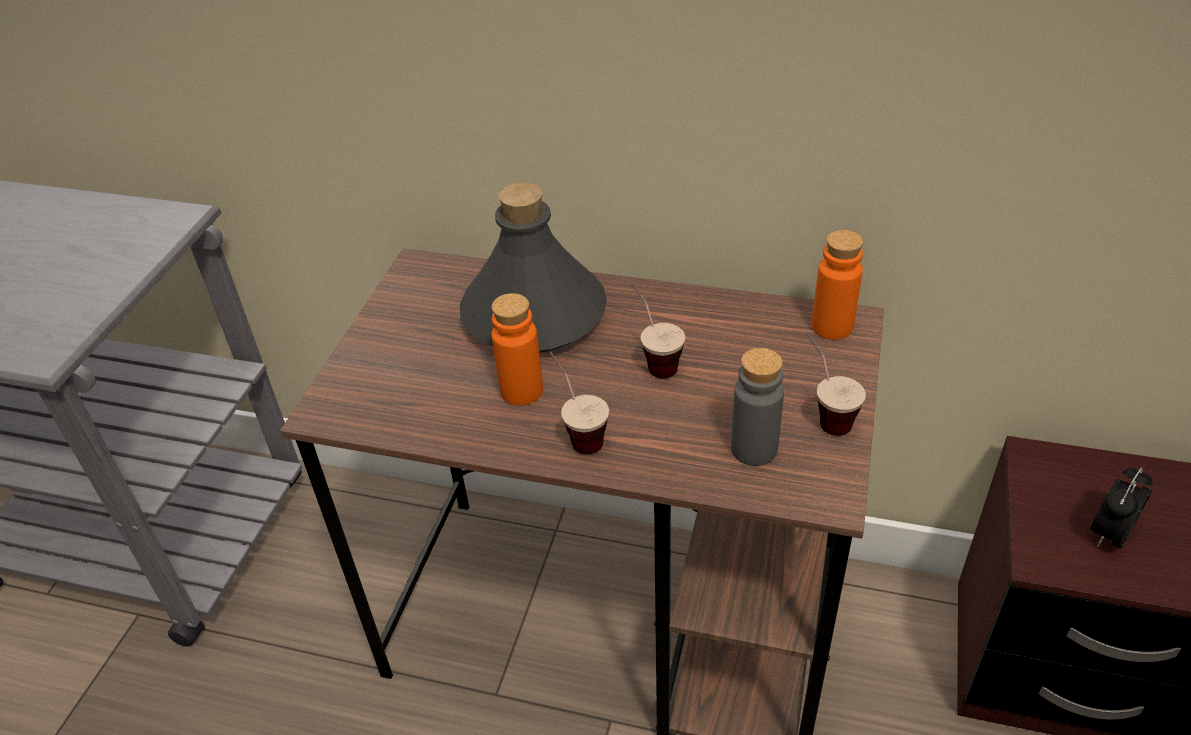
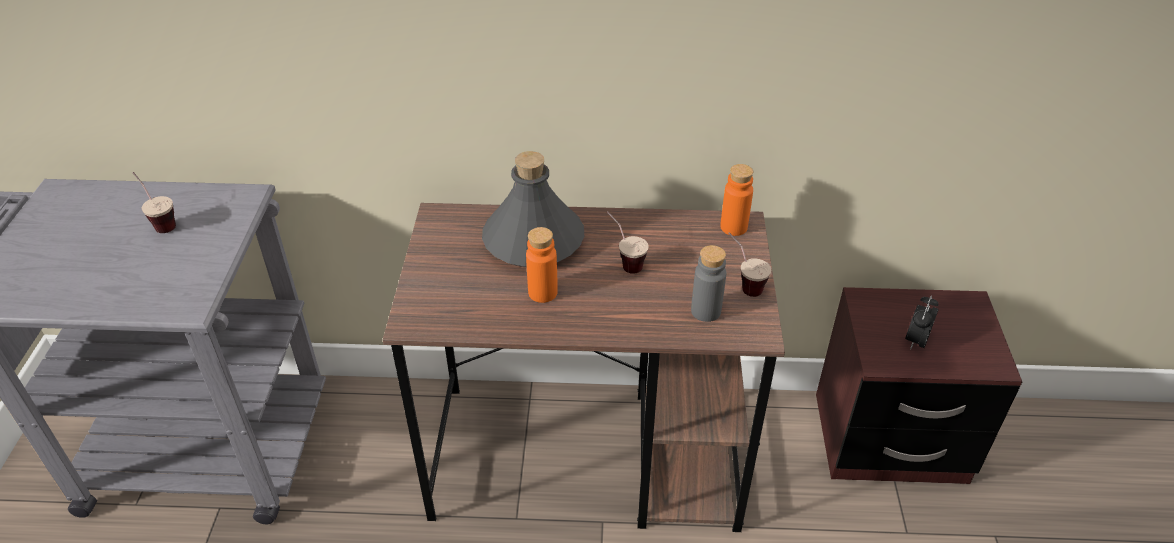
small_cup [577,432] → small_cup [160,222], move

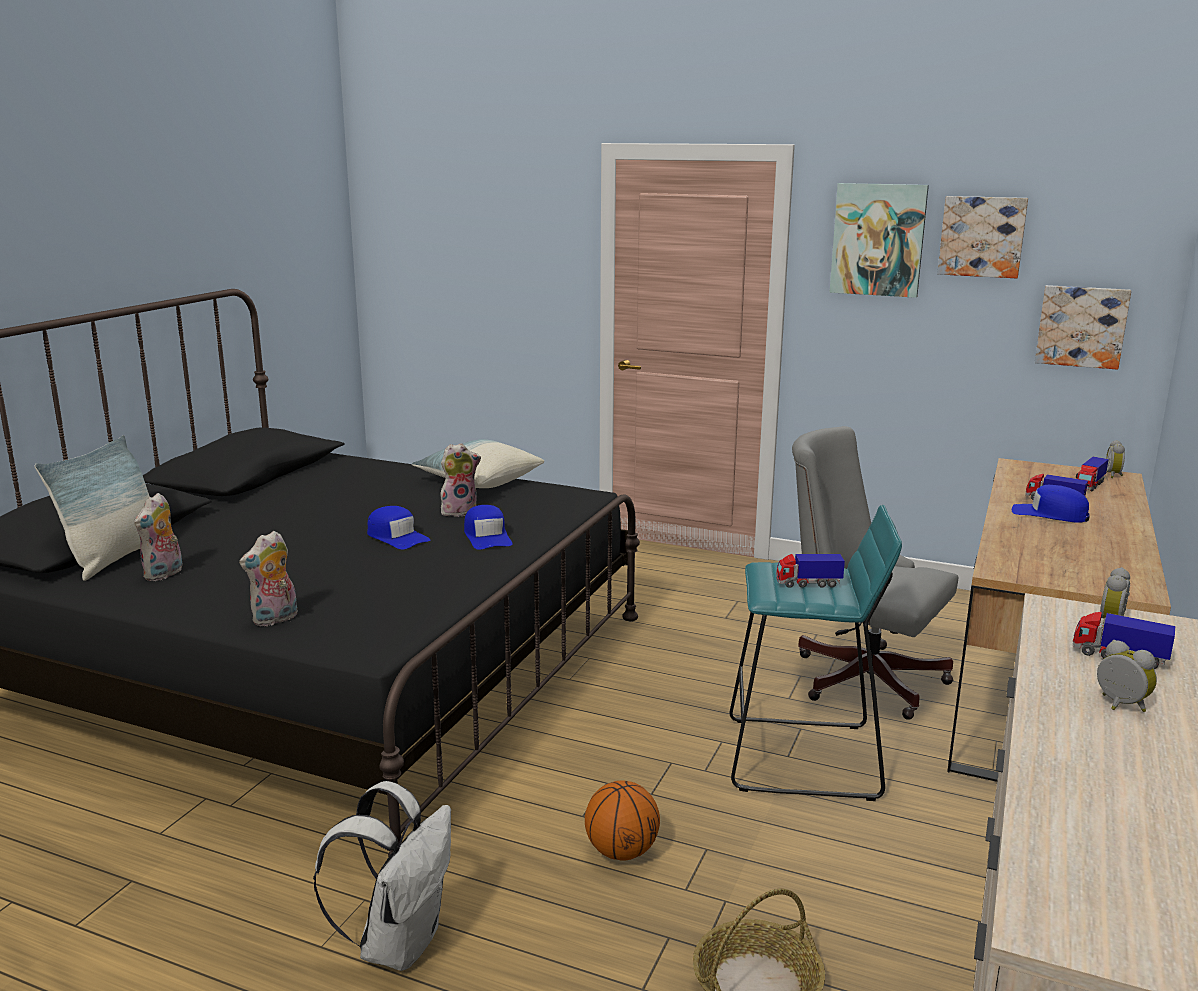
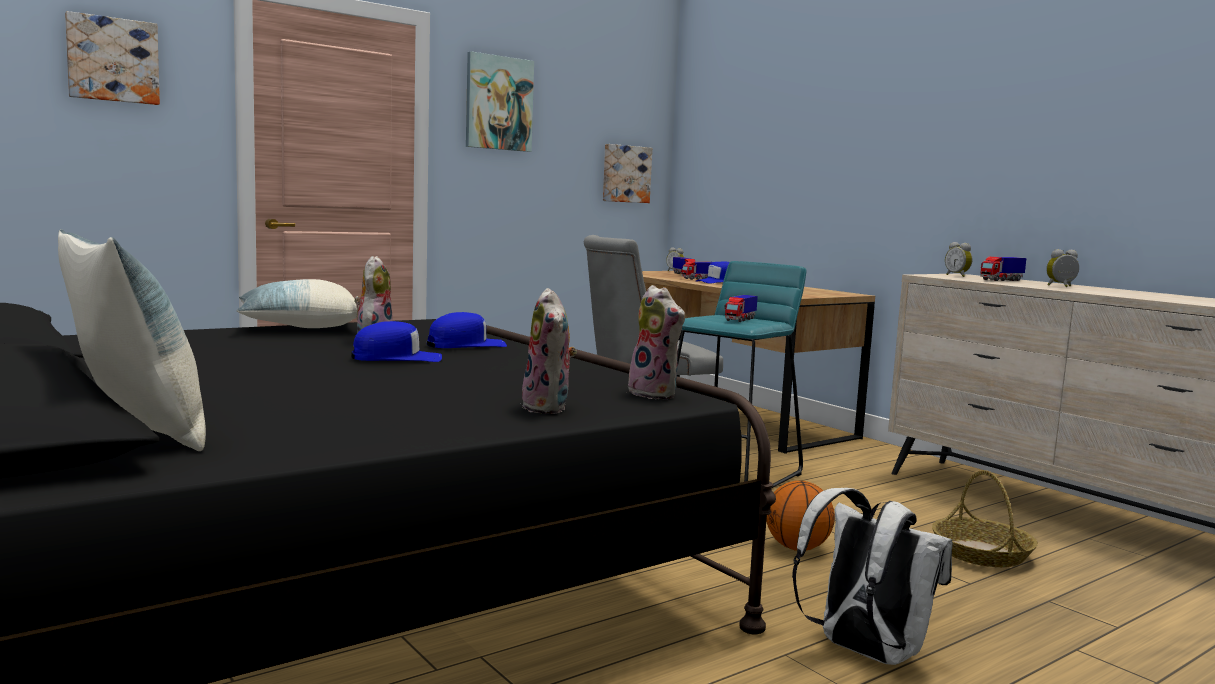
cuddly_toy [164,574] → cuddly_toy [656,394], move
bluish_peaked_cap [487,536] → bluish_peaked_cap [466,345], 45 degrees counterclockwise
wall_art [982,236] → wall_art [112,60], move

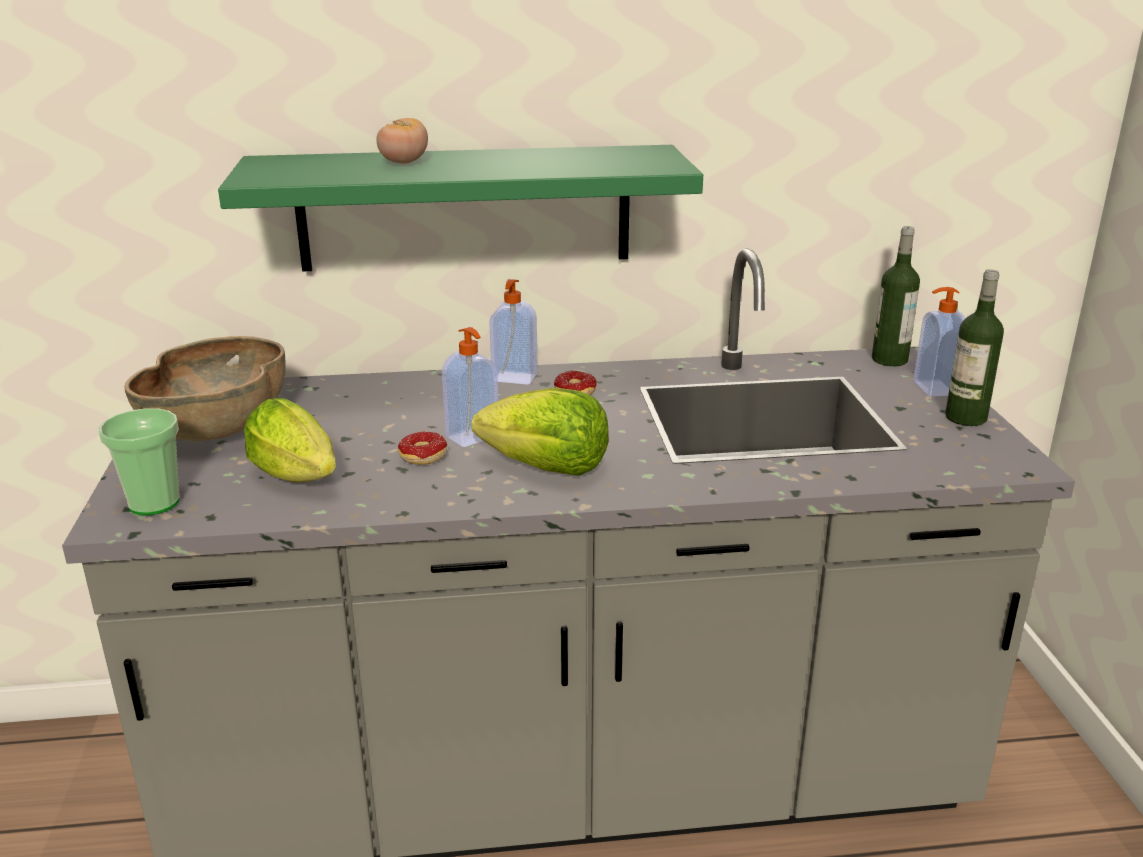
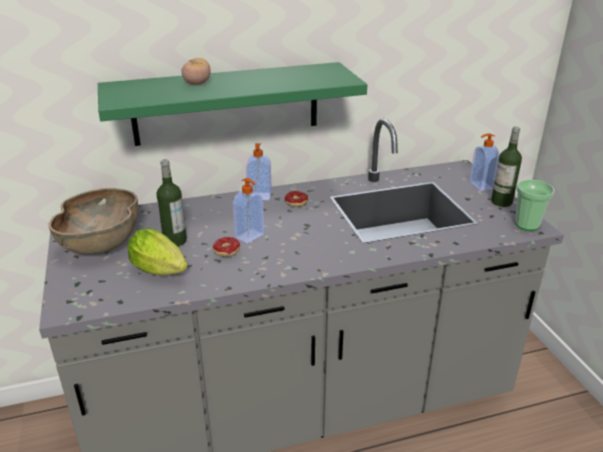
small_cup [154,503] → small_cup [527,224], move
lettuce [546,468] → -
bottle [889,360] → bottle [175,241], move

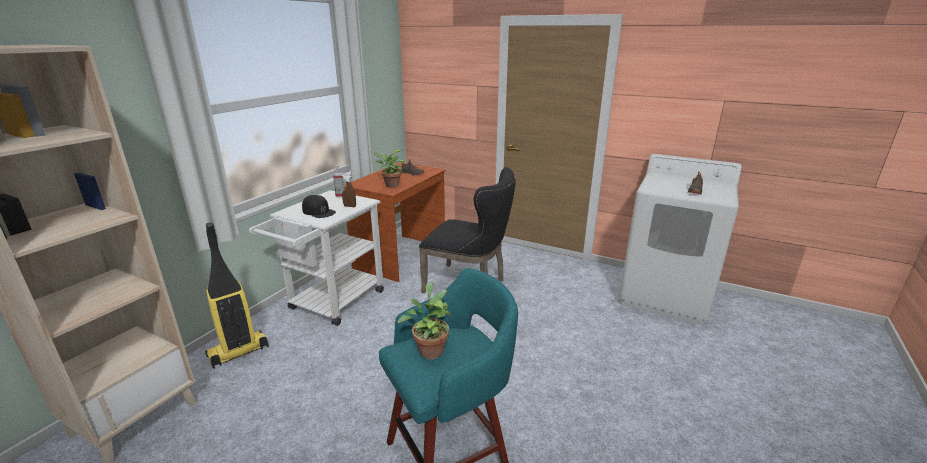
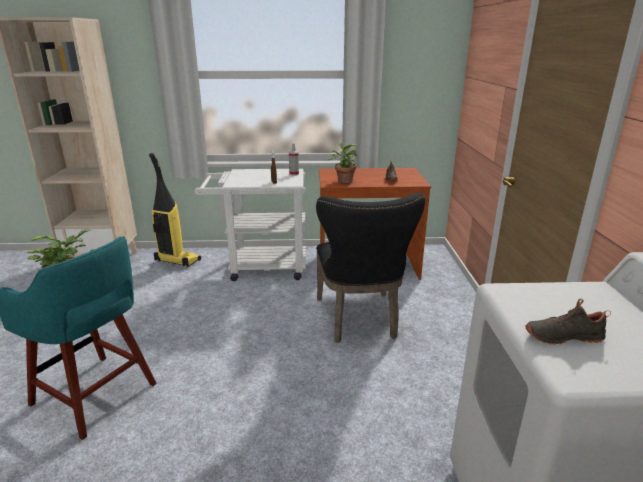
blackish_peaked_cap [318,211] → -

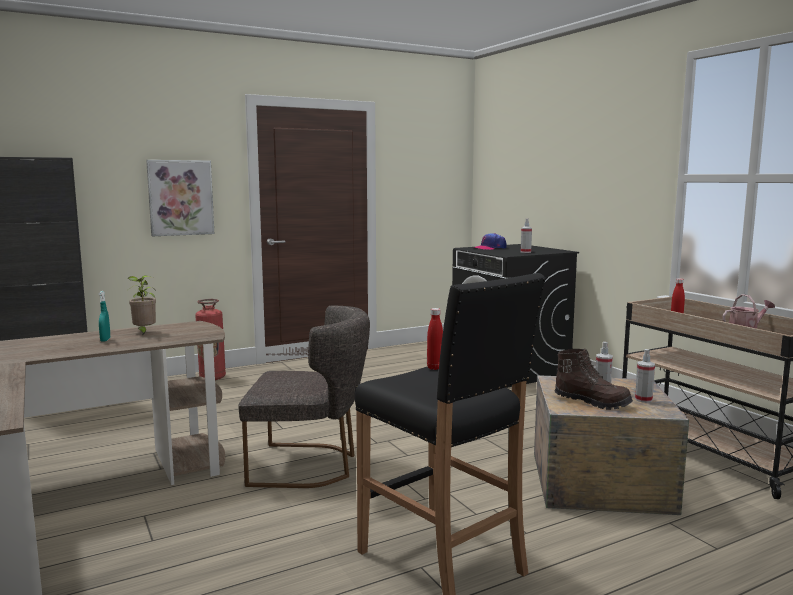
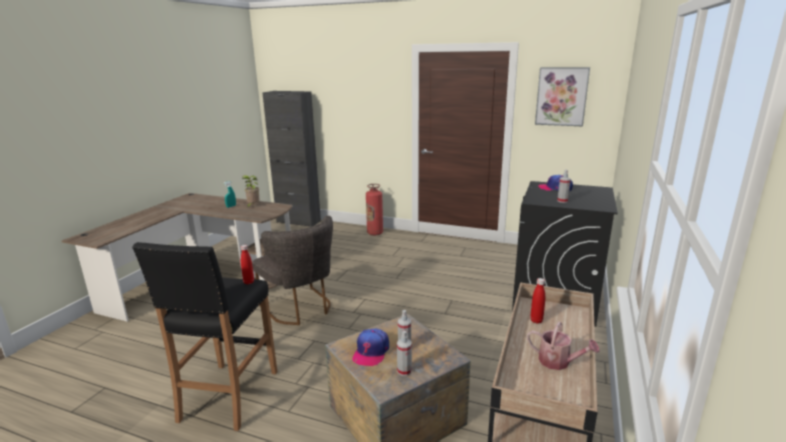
wall_art [180,197] → wall_art [561,96], move
brownish_tall_boot [592,402] → peaked_cap [371,352]

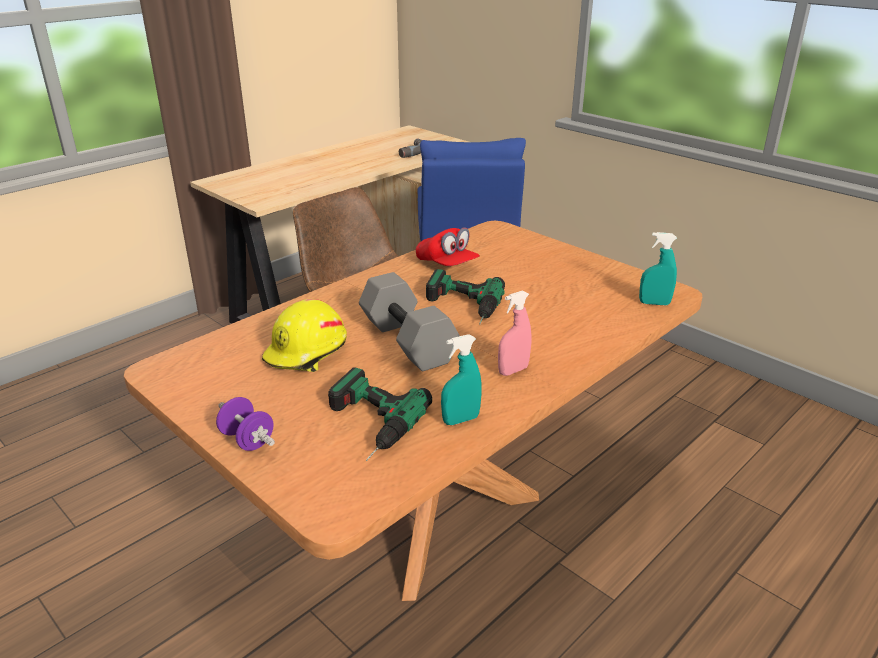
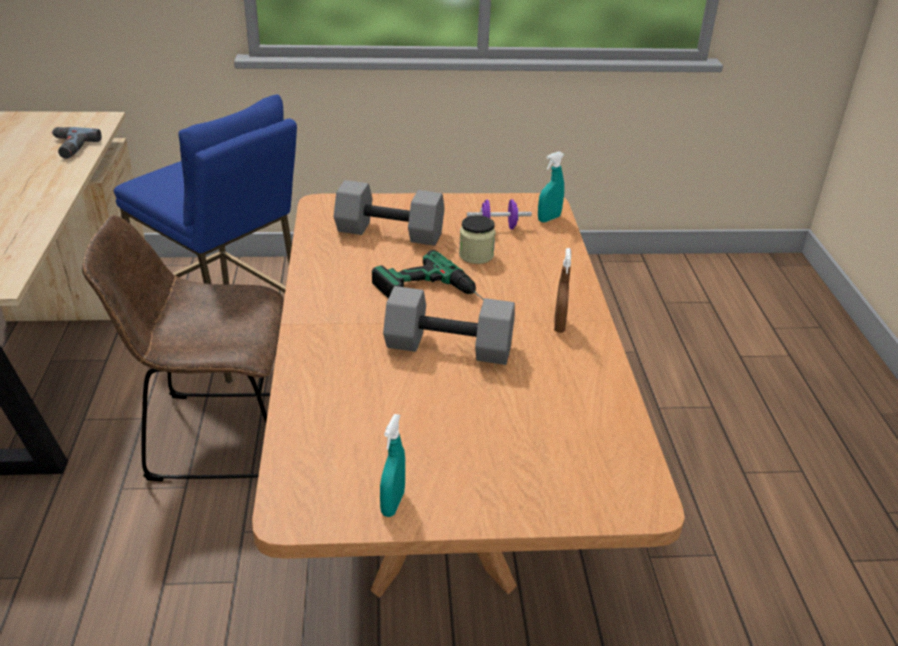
purple-coloured_free_weight [247,440] → purple-coloured_free_weight [498,227], move
yellowish_hard_hat [307,352] → -
drill [366,425] → -
red_peaked_cap [447,265] → -
turquoise_sprayer [460,420] → turquoise_sprayer [393,503], move
pink-coloured_sprayer [513,370] → brownish_sprayer [559,325]
- → grey_free_weight [391,232]
- → preserve_jar [476,255]

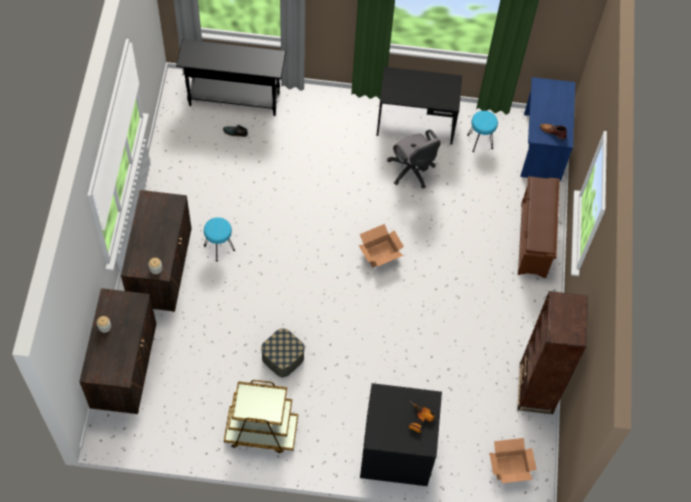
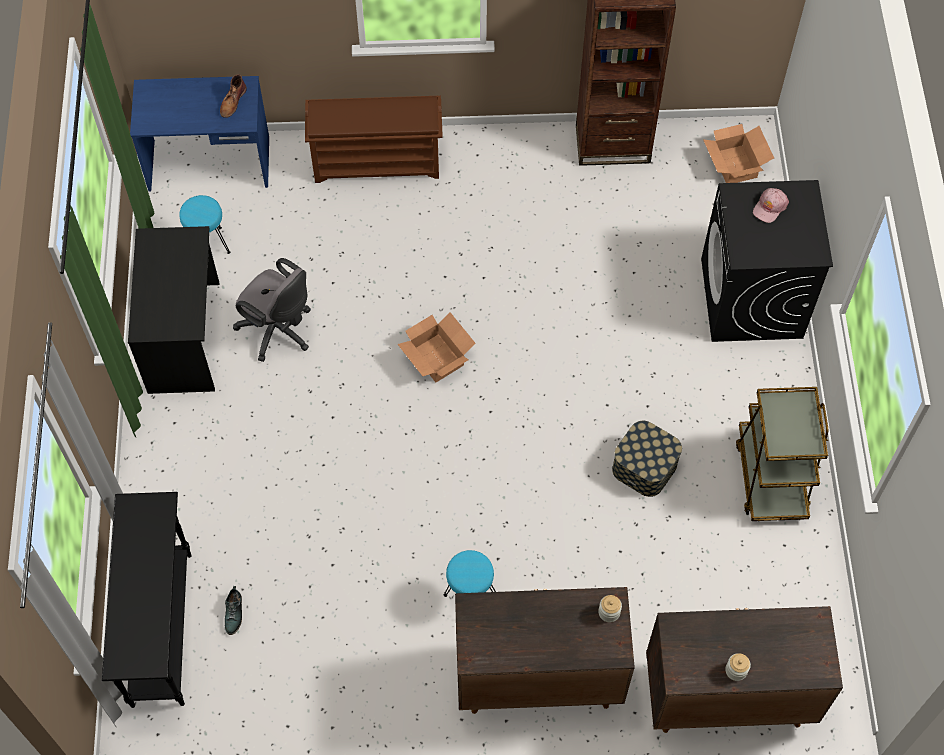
grey_desk_chair [412,172] → grey_desk_chair [279,331], 75 degrees clockwise
drill [417,419] → pink-coloured_peaked_cap [769,207]

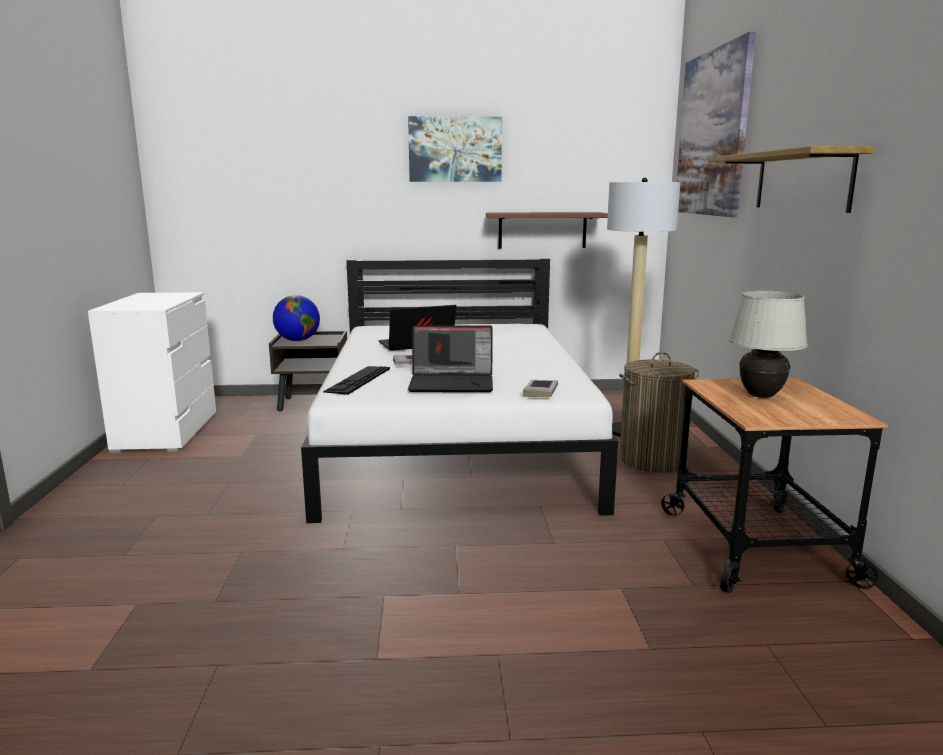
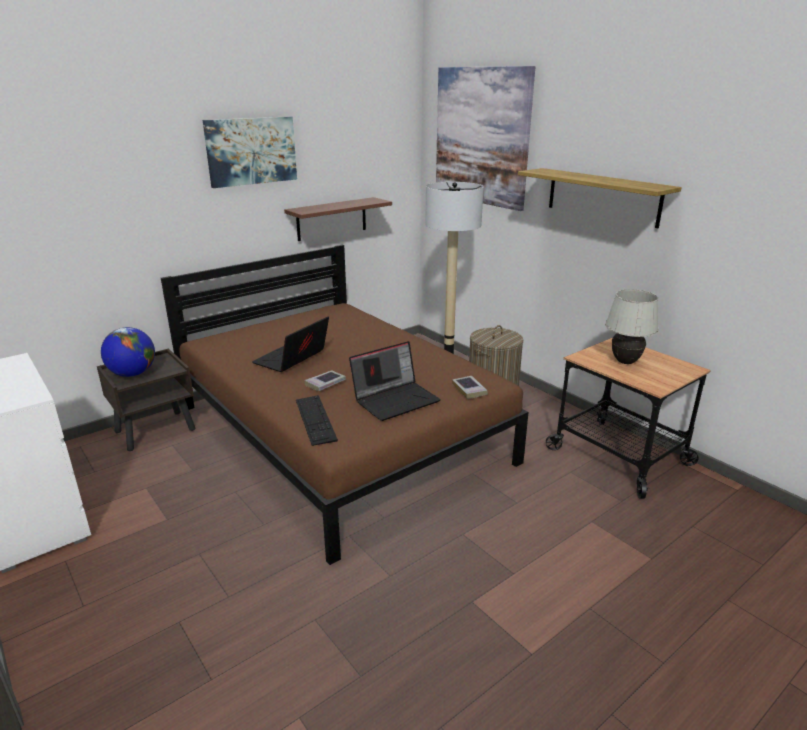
white_bedroom_bed [455,442] → brownish_bedroom_bed [341,434]

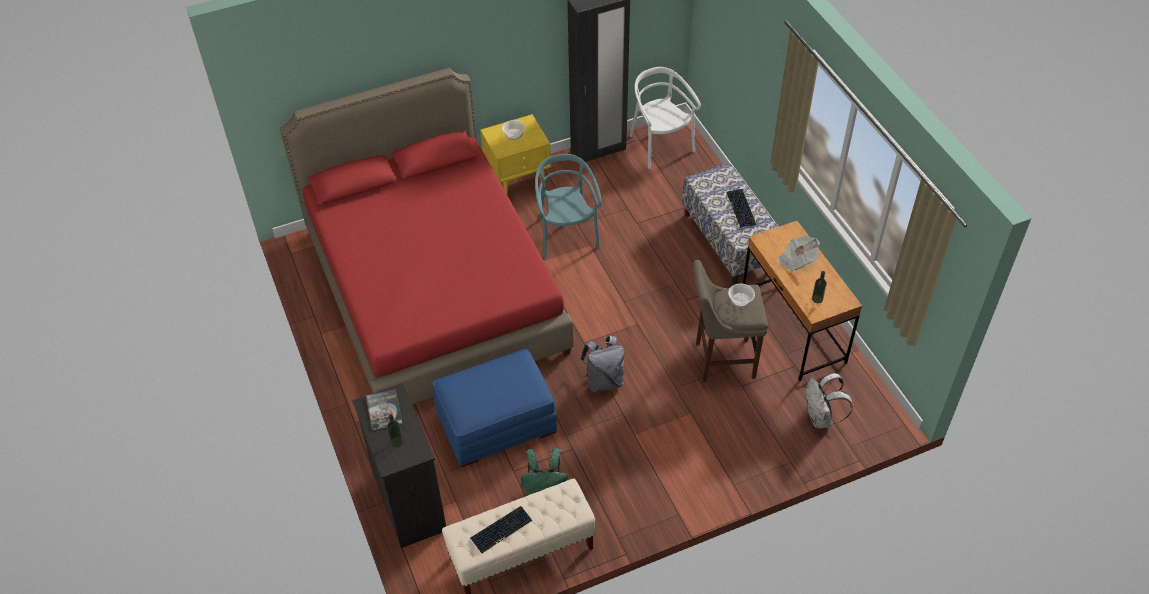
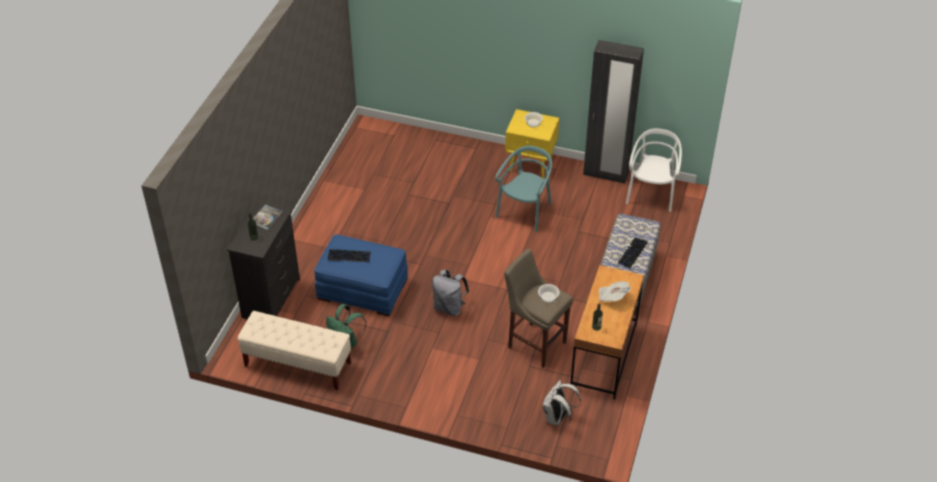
red_bedroom_bed [434,290] → -
PC_keyboard [501,529] → PC_keyboard [349,256], move

